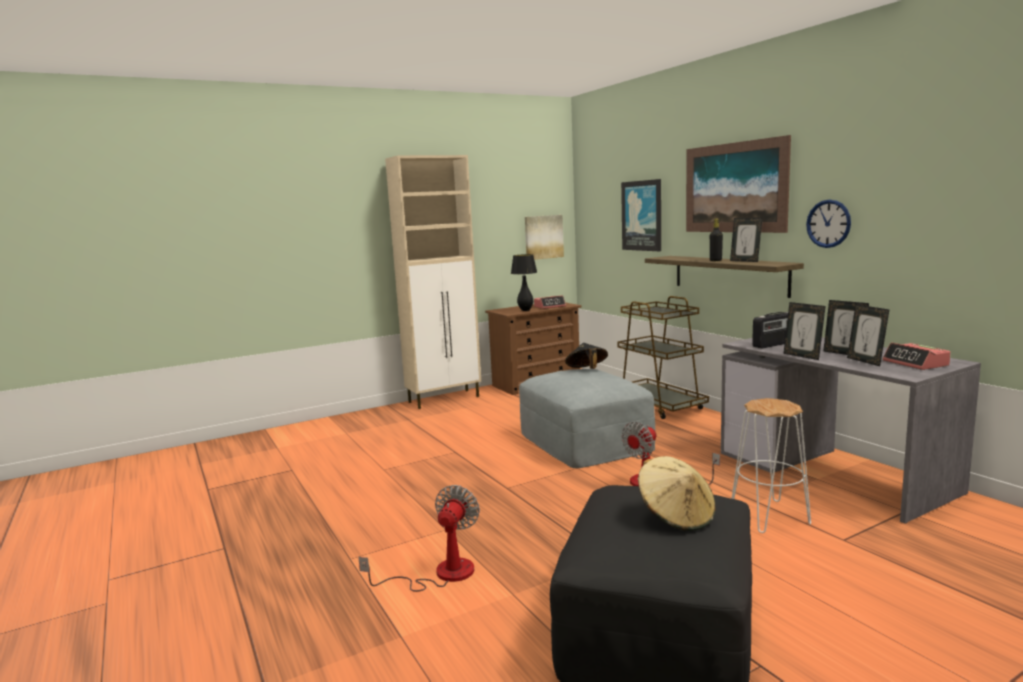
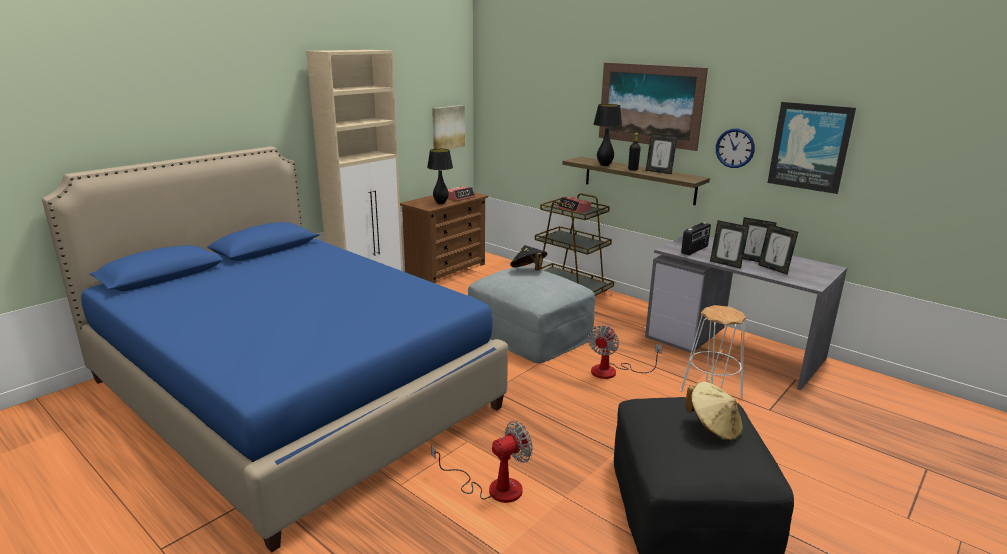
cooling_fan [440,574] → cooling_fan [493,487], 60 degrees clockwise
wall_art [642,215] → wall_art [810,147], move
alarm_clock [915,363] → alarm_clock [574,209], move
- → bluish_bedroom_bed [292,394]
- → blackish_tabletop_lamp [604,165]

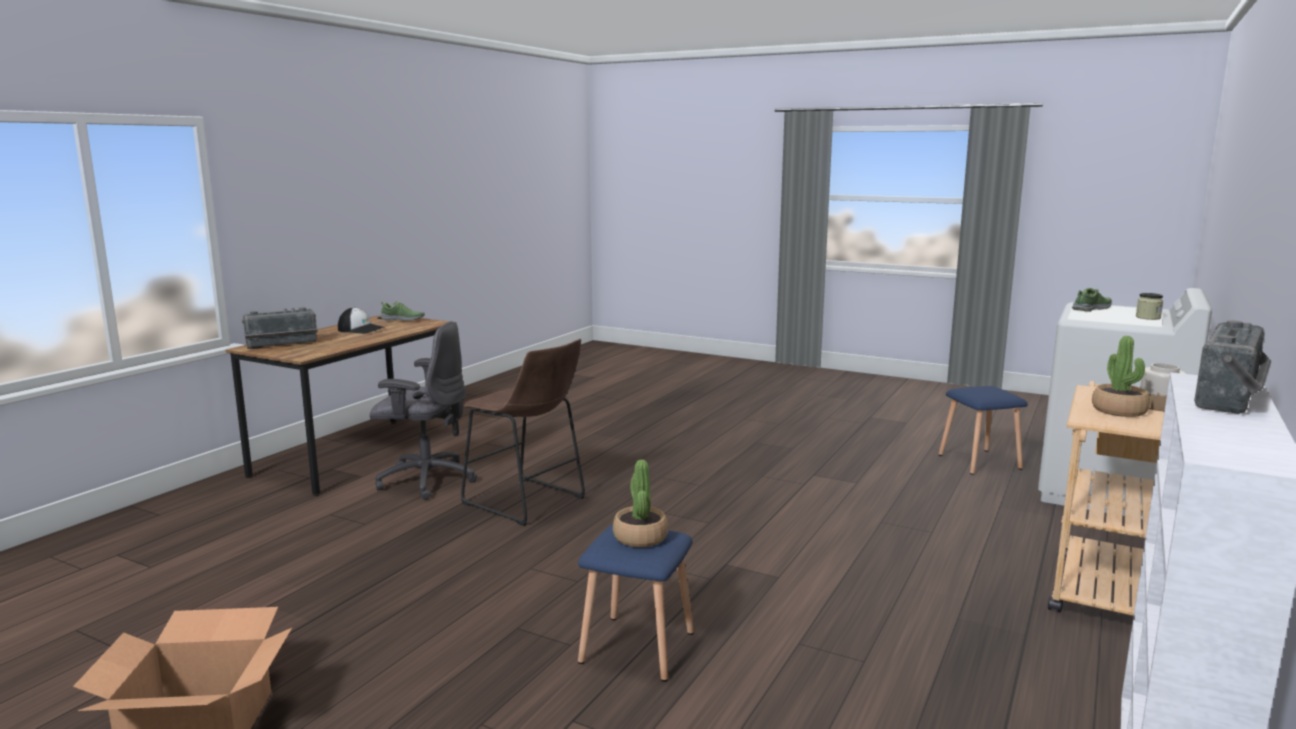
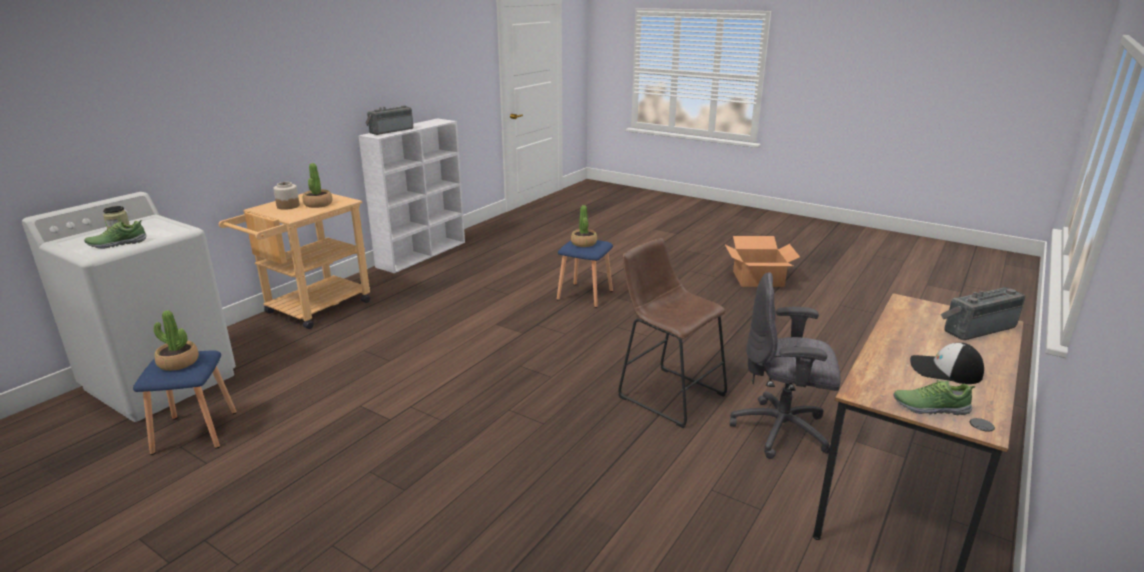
- → plant_in_a_pot [178,362]

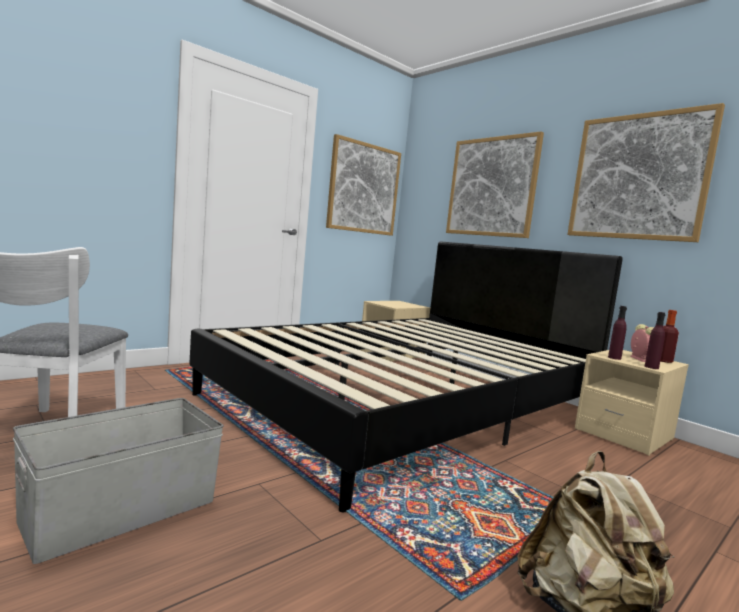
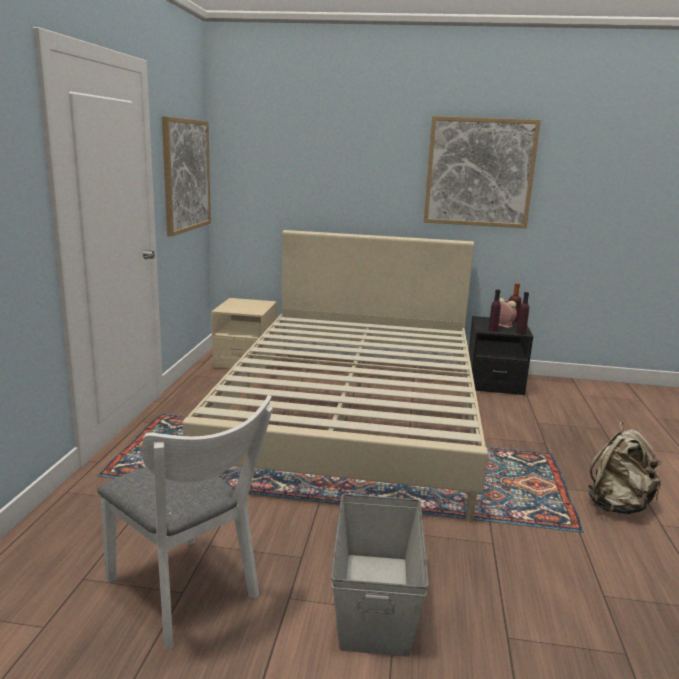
blackish_bedroom_bed [406,404] → beige_bedroom_bed [354,416]
wall_art [492,187] → -
beige_bedside_table [624,434] → blackish_bedside_table [494,383]

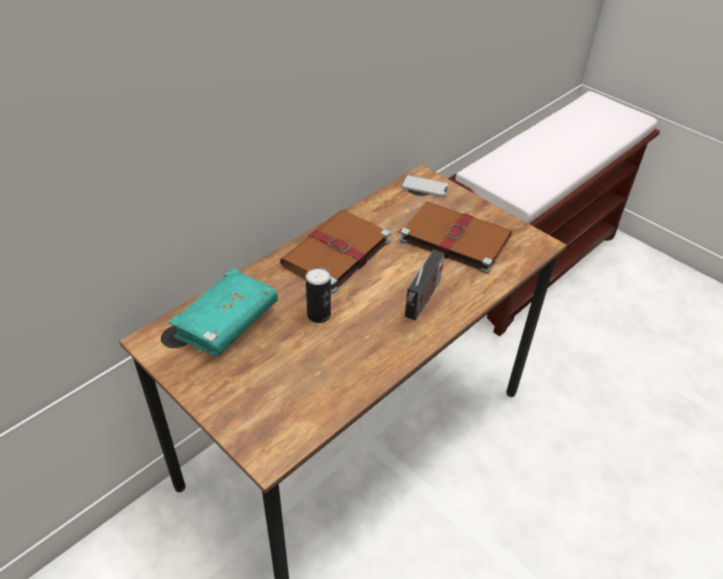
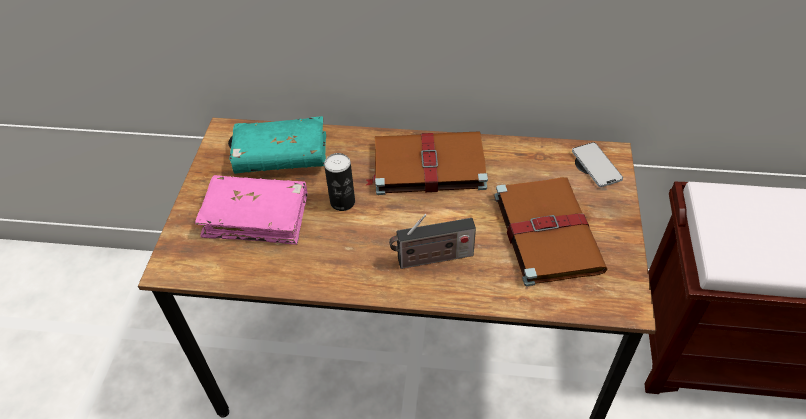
- → pink-coloured_volume [257,217]

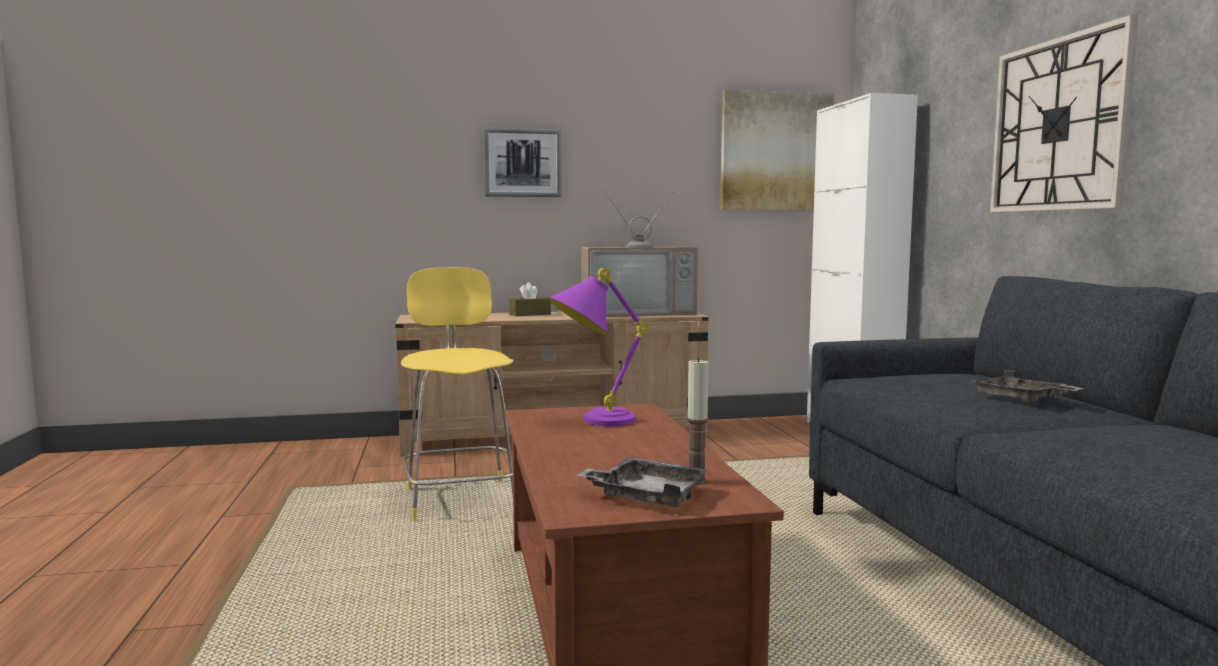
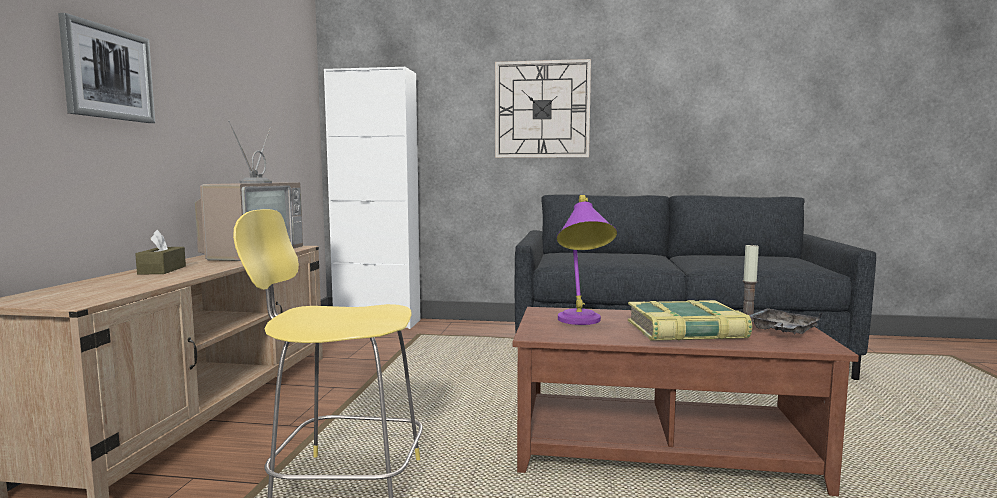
wall_art [775,152] → -
grey_carrying_tray [1021,399] → -
- → volume [686,331]

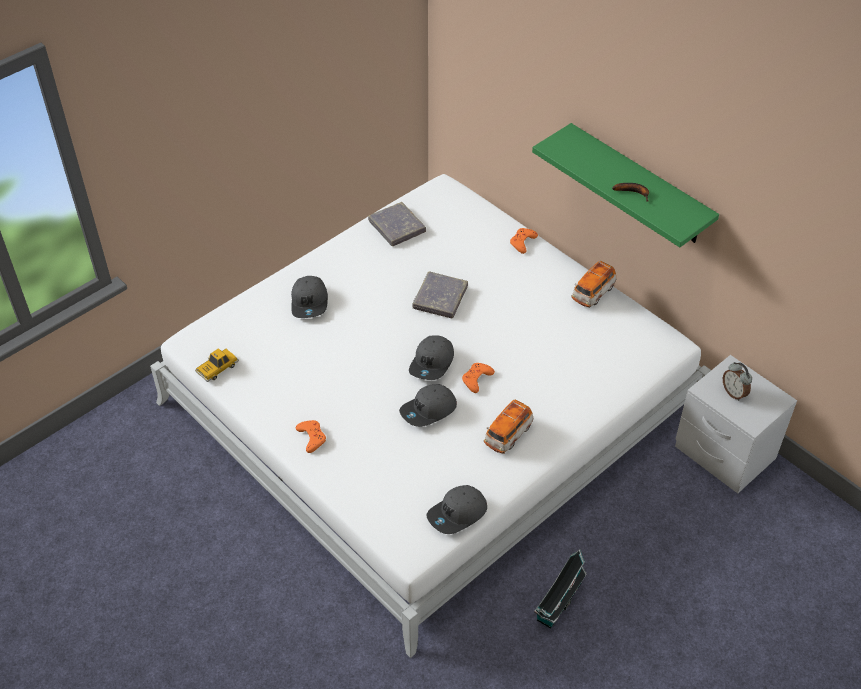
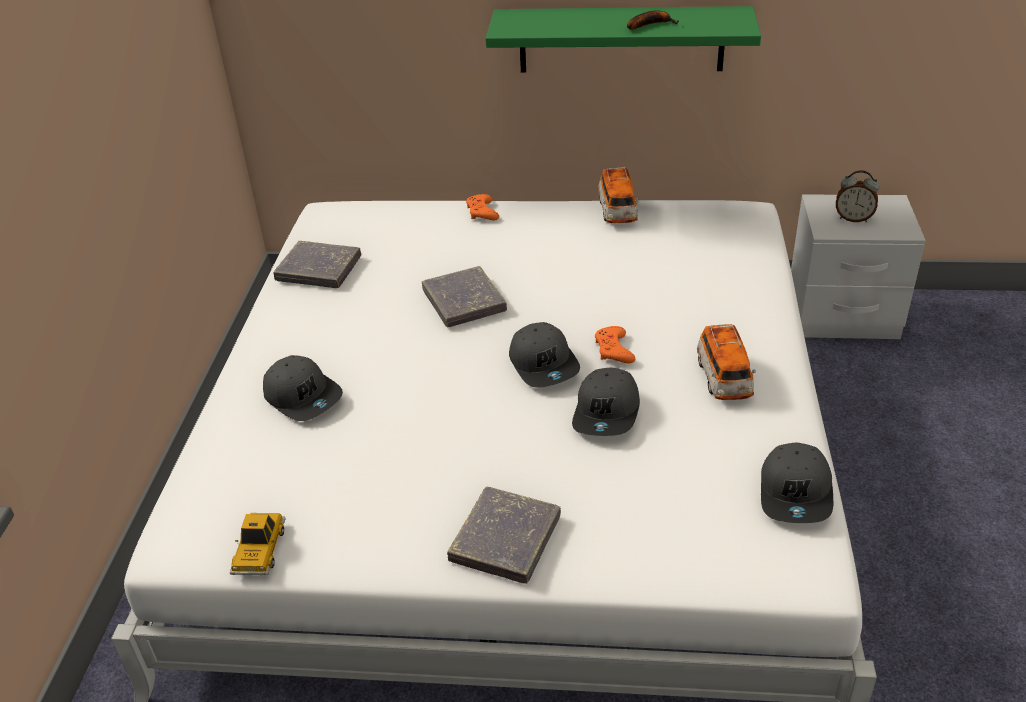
orange-coloured_joypad [312,437] → grey_volume [506,539]
toy_house [558,603] → -

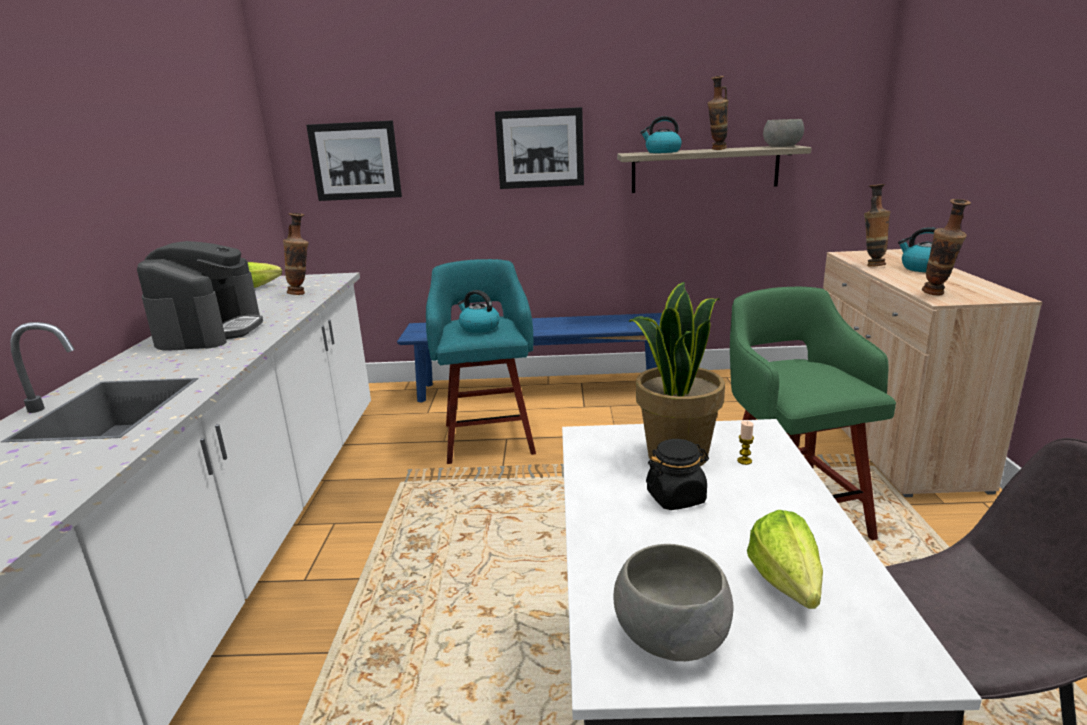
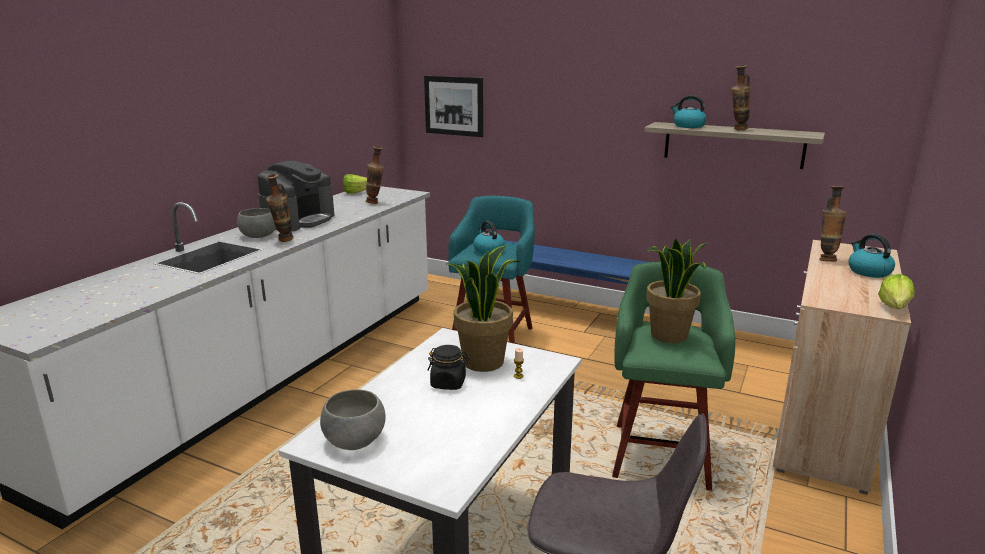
wall_art [540,148] → -
lettuce [787,591] → lettuce [893,310], move
grey_bowl [782,146] → grey_bowl [259,236], move
decorative_vase [937,295] → decorative_vase [283,241], move
- → plant_in_a_pot [669,335]

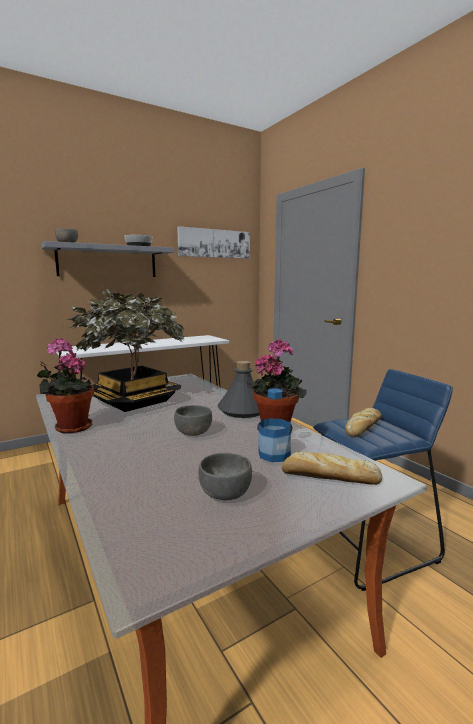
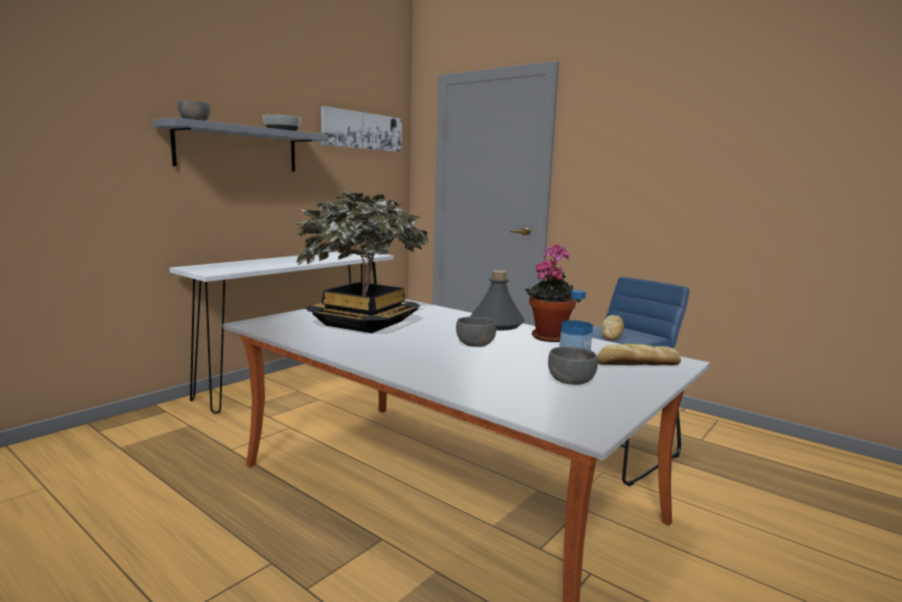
plant_in_a_pot [70,427] → -

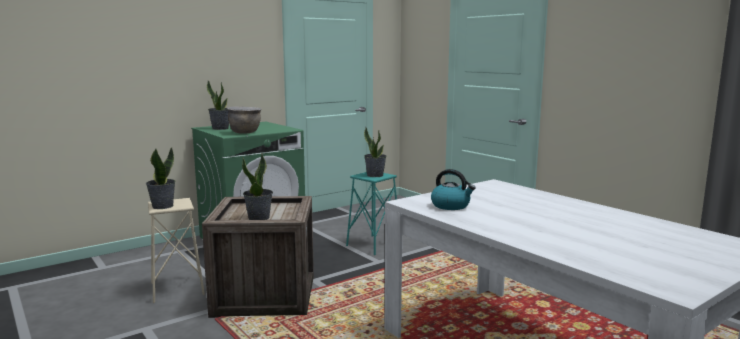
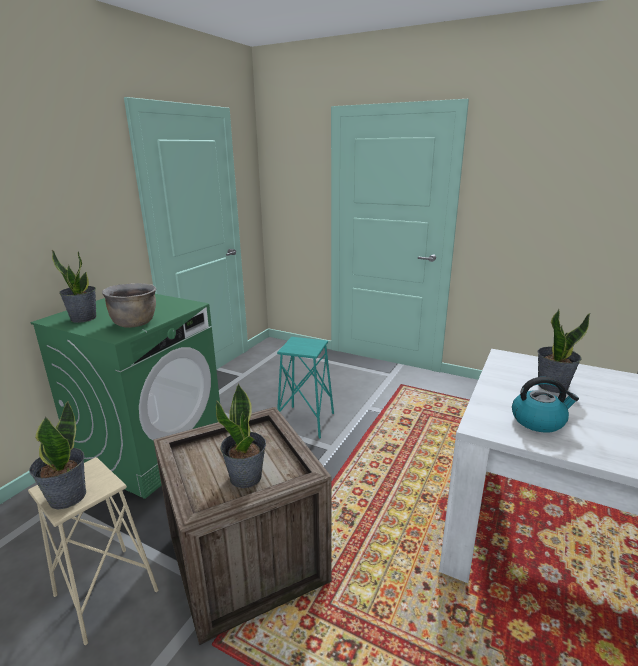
plant_in_a_pot [375,175] → plant_in_a_pot [552,385], move

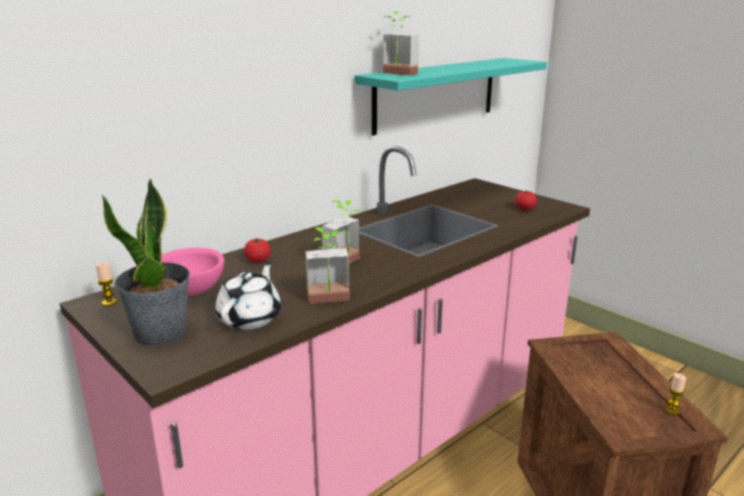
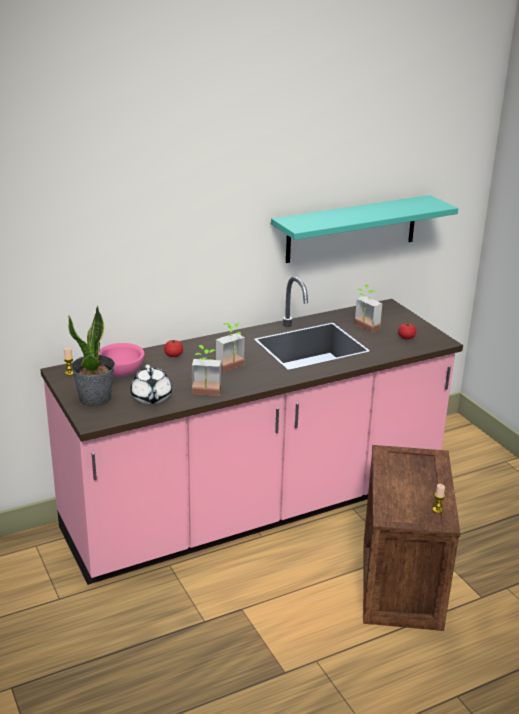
white_pot_for_tea [250,318] → white_pot_for_tea [151,397], 135 degrees clockwise
plant_in_a_pot [397,74] → plant_in_a_pot [363,328], move

